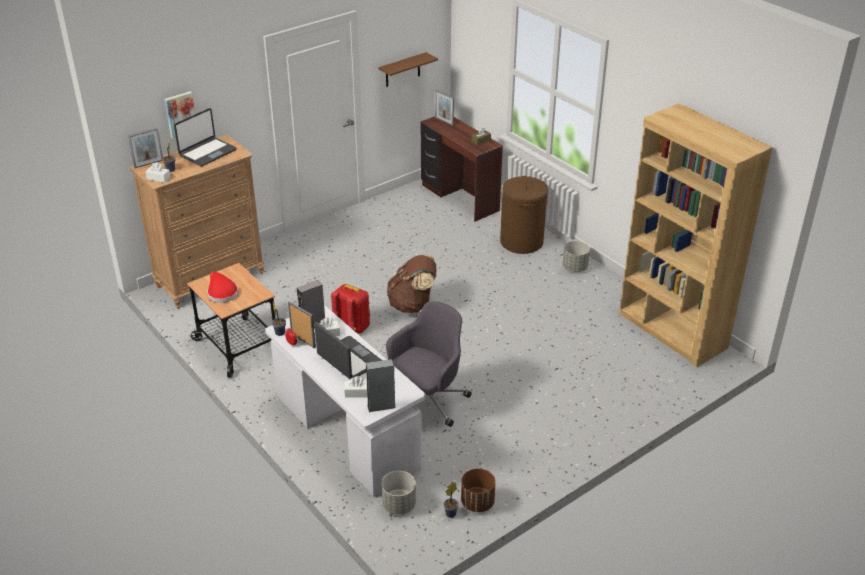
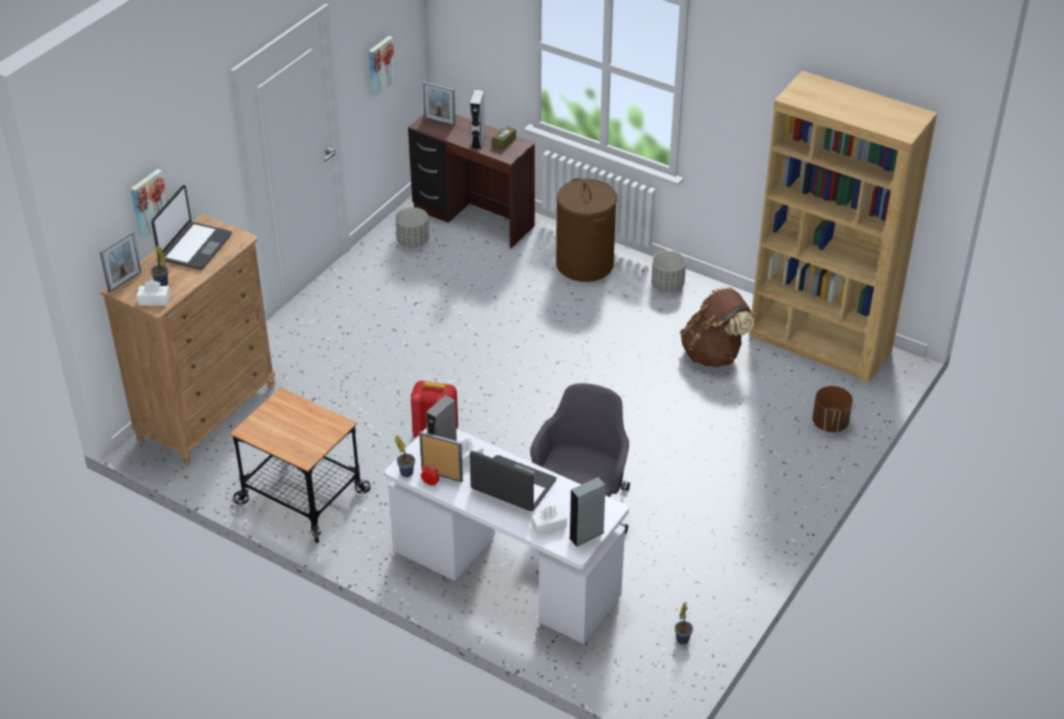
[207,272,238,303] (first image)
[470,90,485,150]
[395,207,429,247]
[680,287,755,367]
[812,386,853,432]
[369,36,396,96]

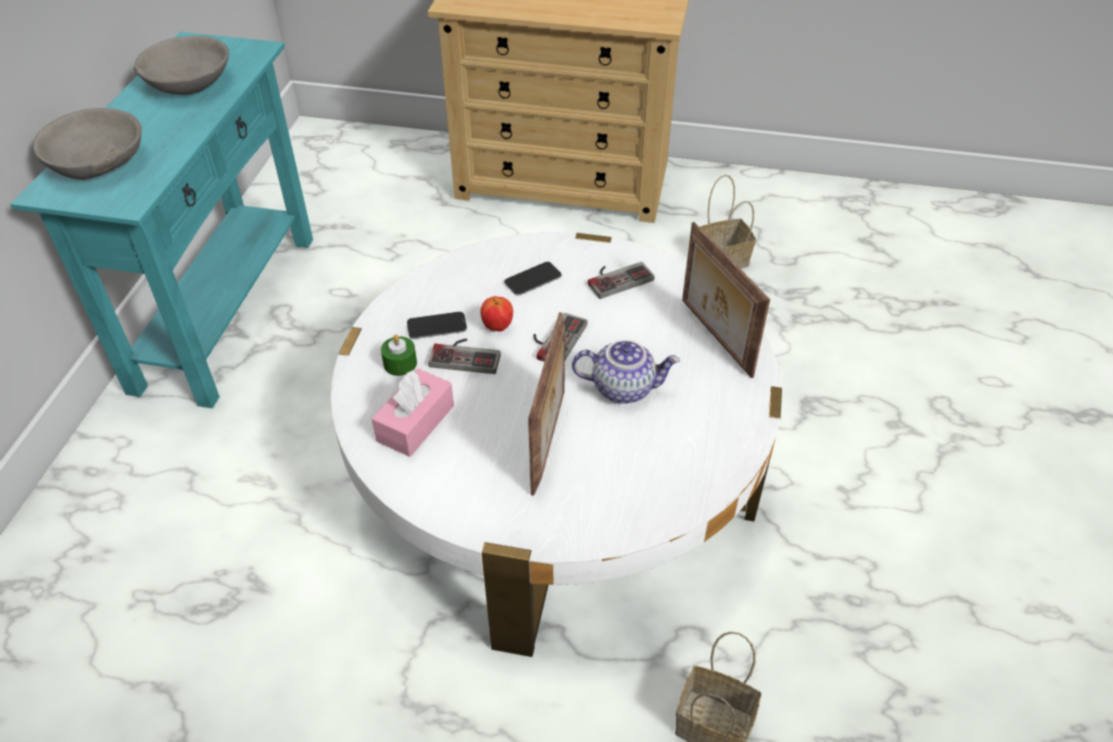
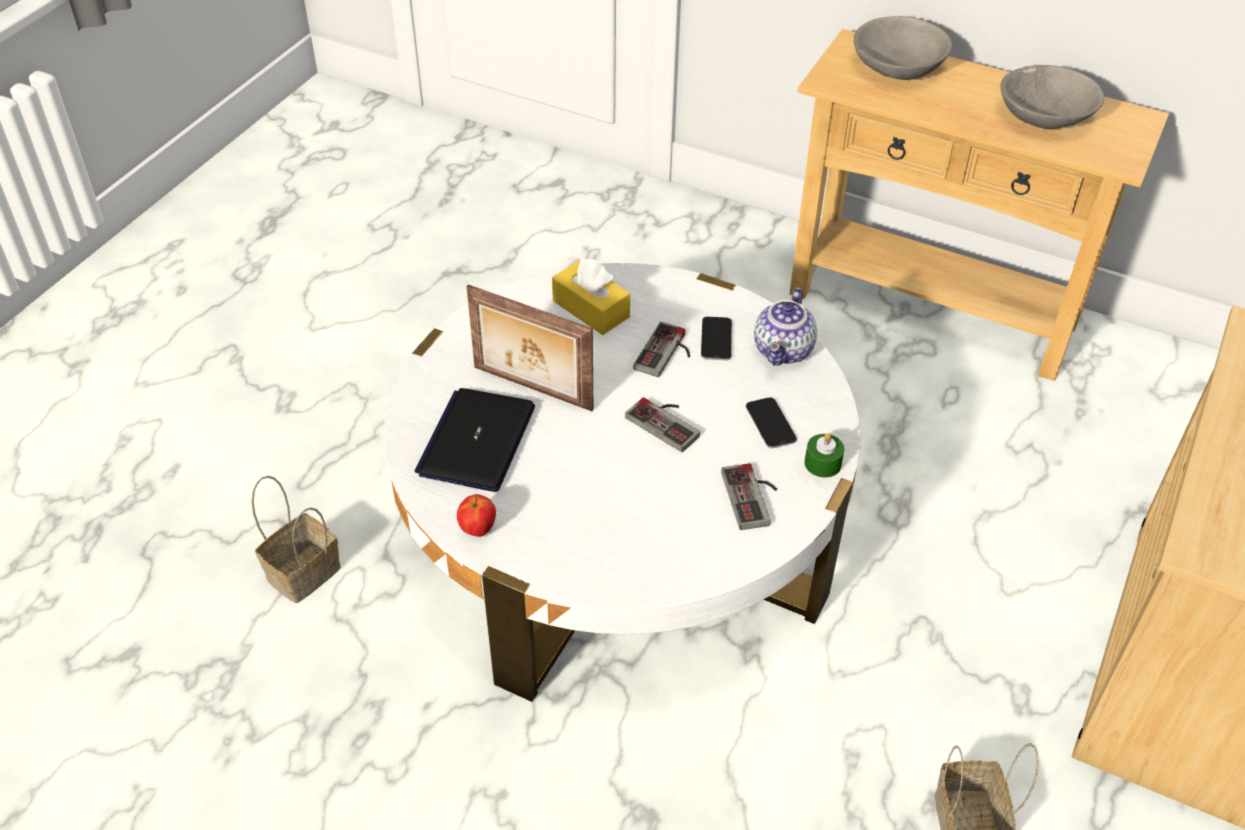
[682,222,770,378] (first image)
[415,388,535,492]
[805,433,844,478]
[457,494,496,537]
[754,287,817,366]
[789,29,1169,381]
[552,258,630,335]

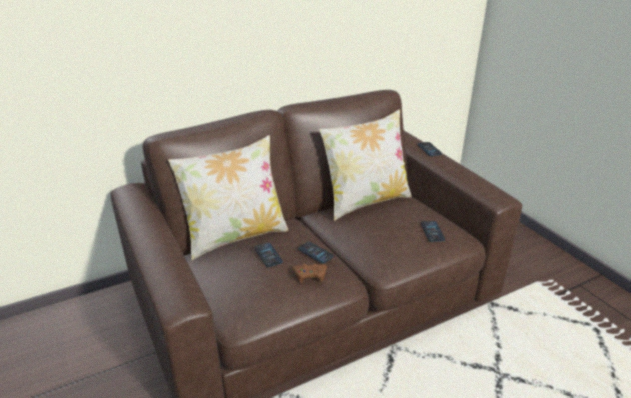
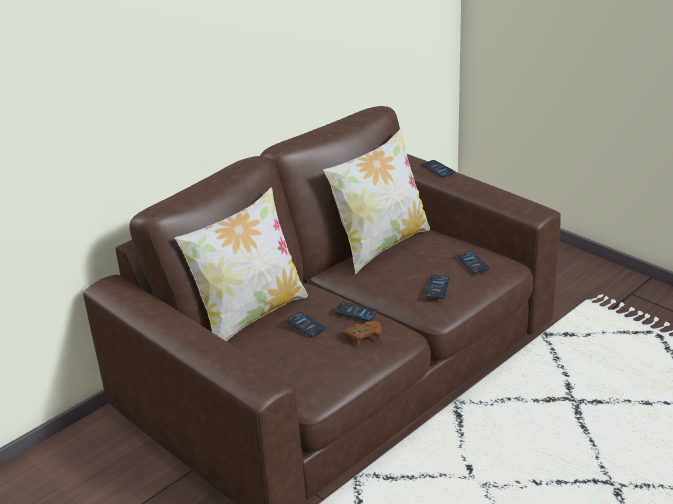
[425,275,449,299]

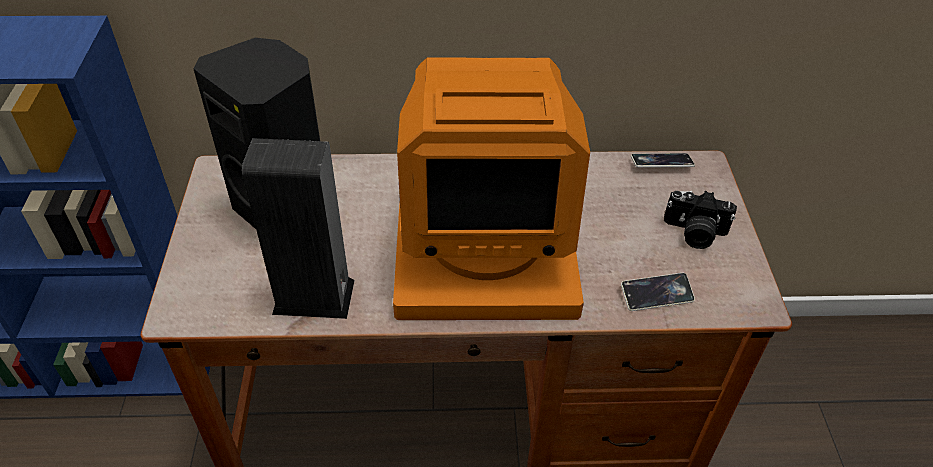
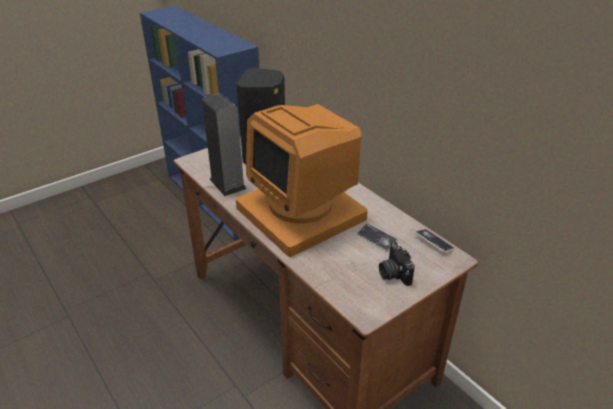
[357,223,397,251]

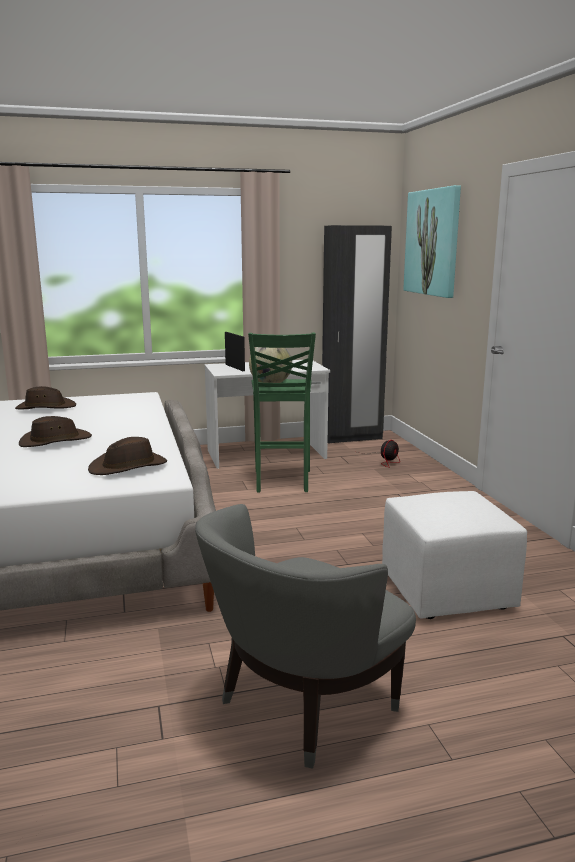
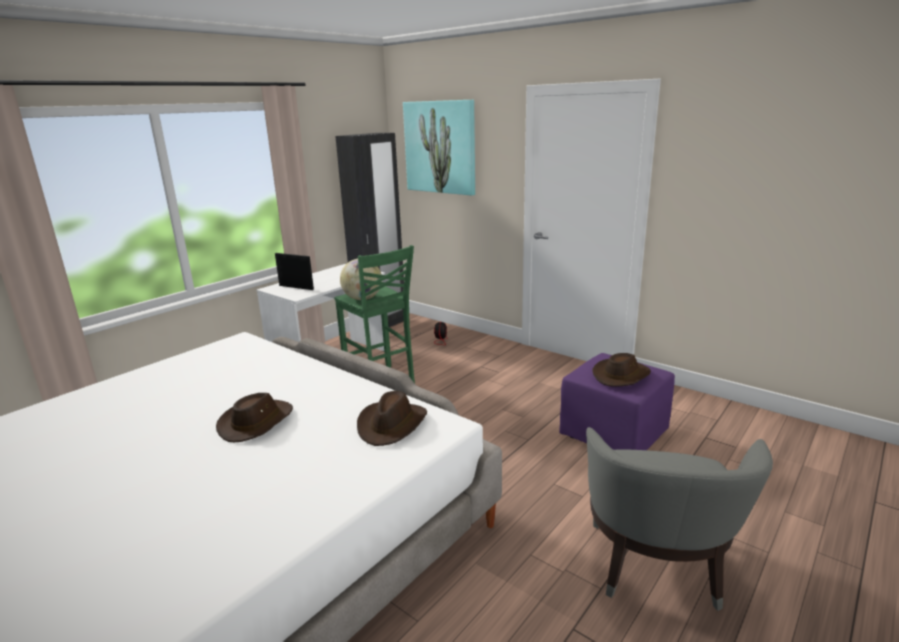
[592,353,651,387]
[559,353,675,450]

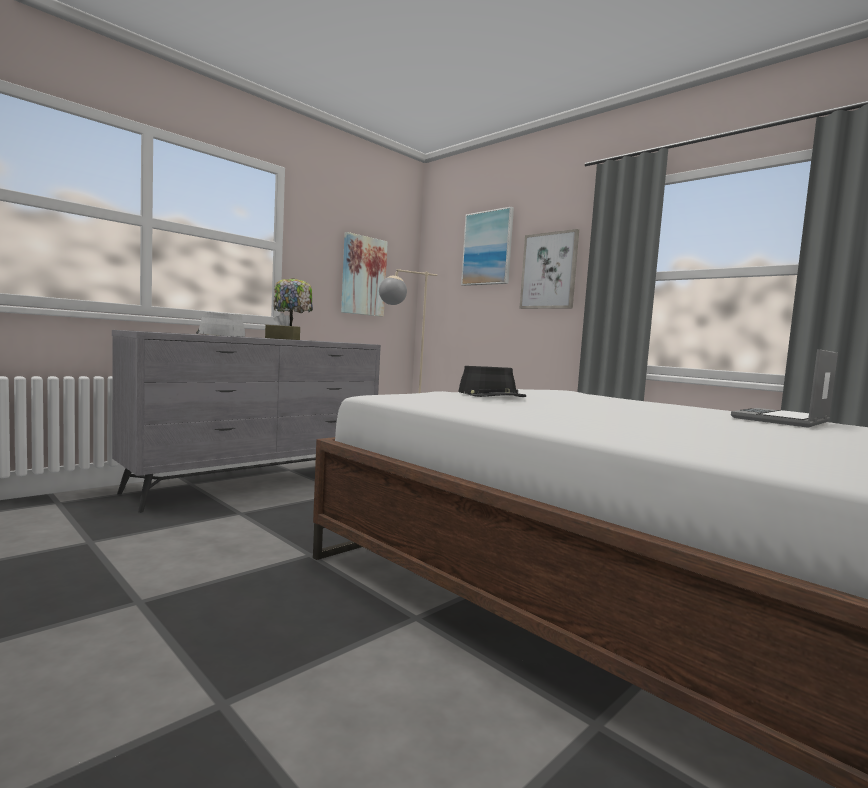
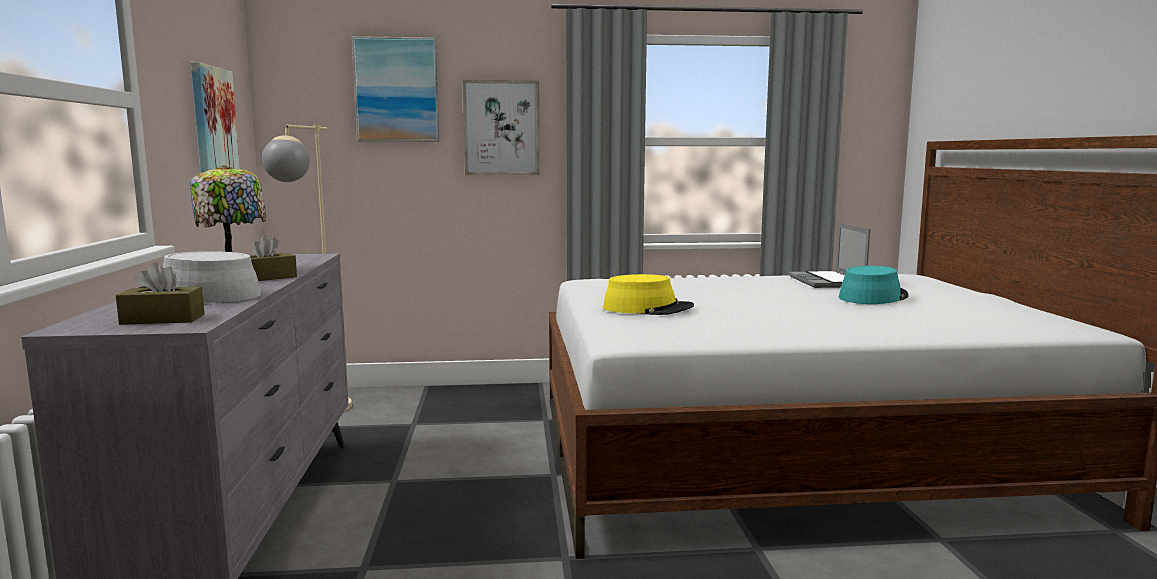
[116,262,205,325]
[839,266,909,304]
[603,274,694,315]

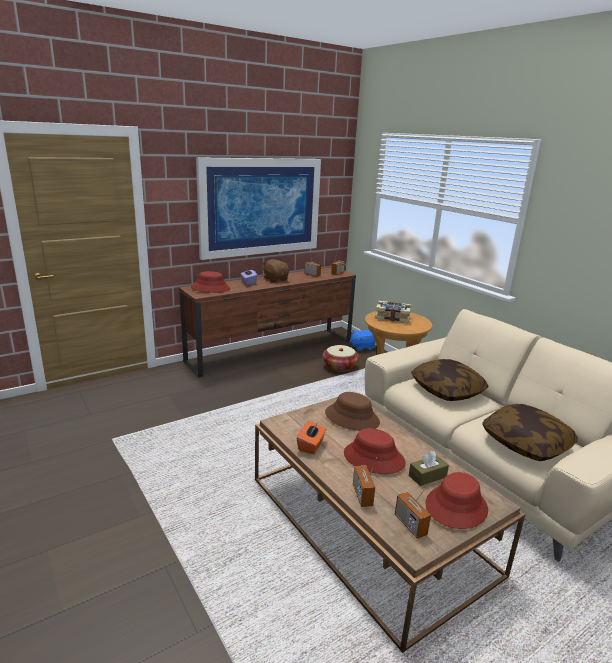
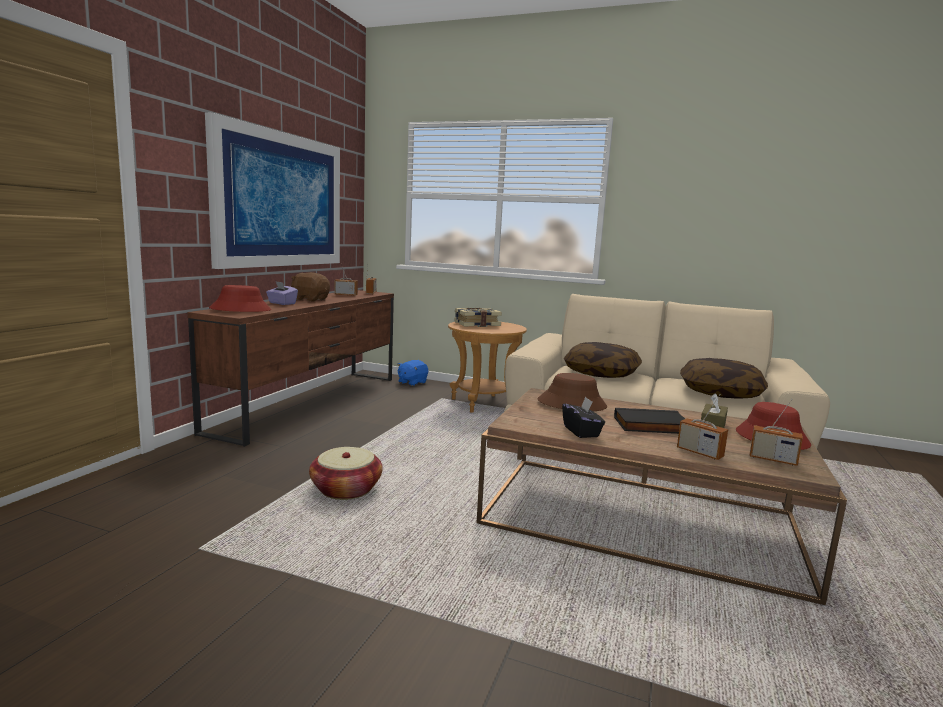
[309,447,383,500]
[614,408,685,434]
[562,396,605,438]

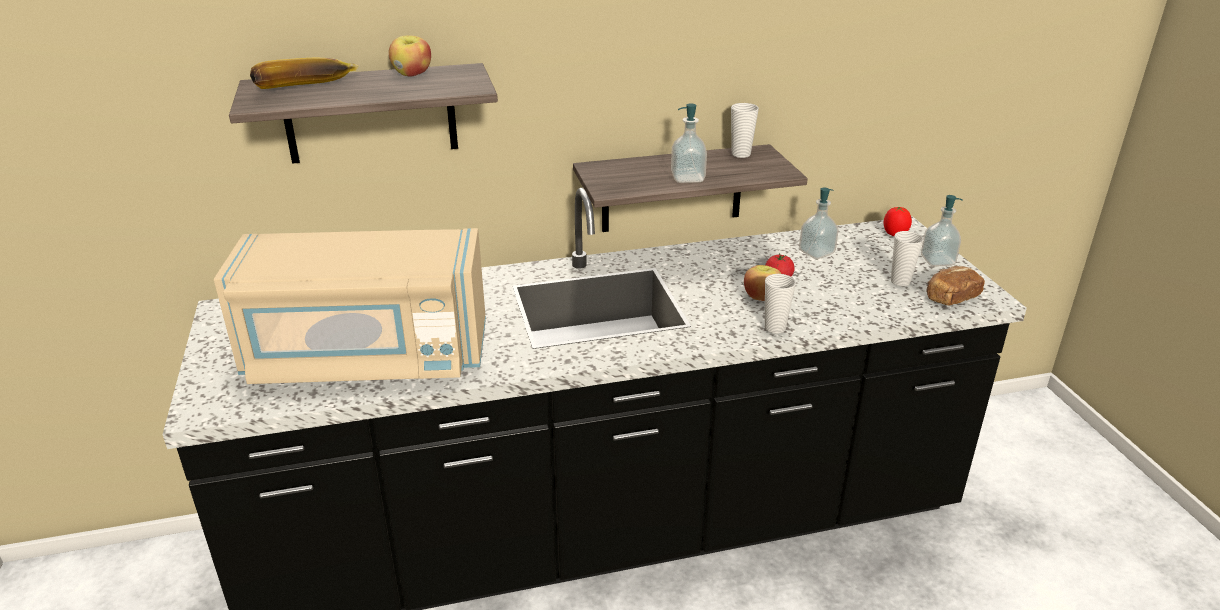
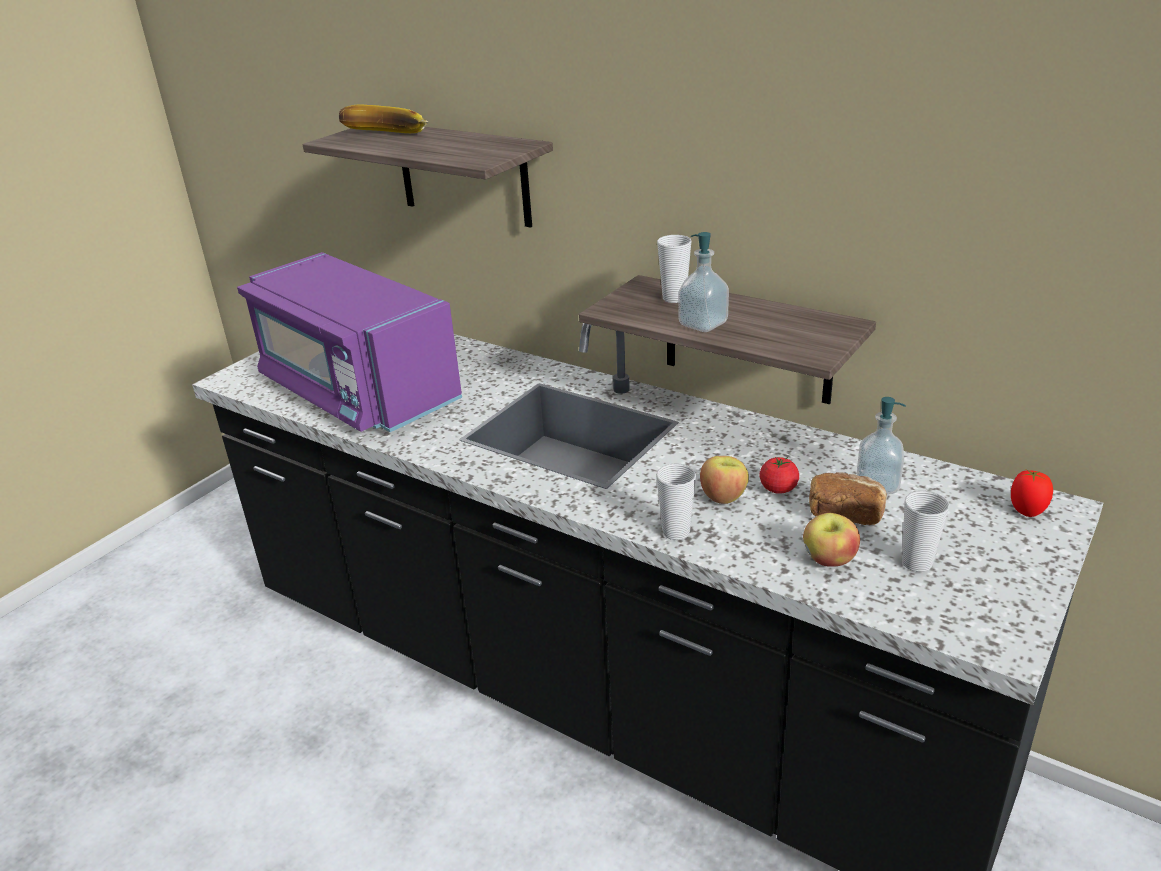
[921,195,963,266] (first image)
[803,513,860,567]
[657,235,691,303]
[809,472,887,525]
[237,252,462,432]

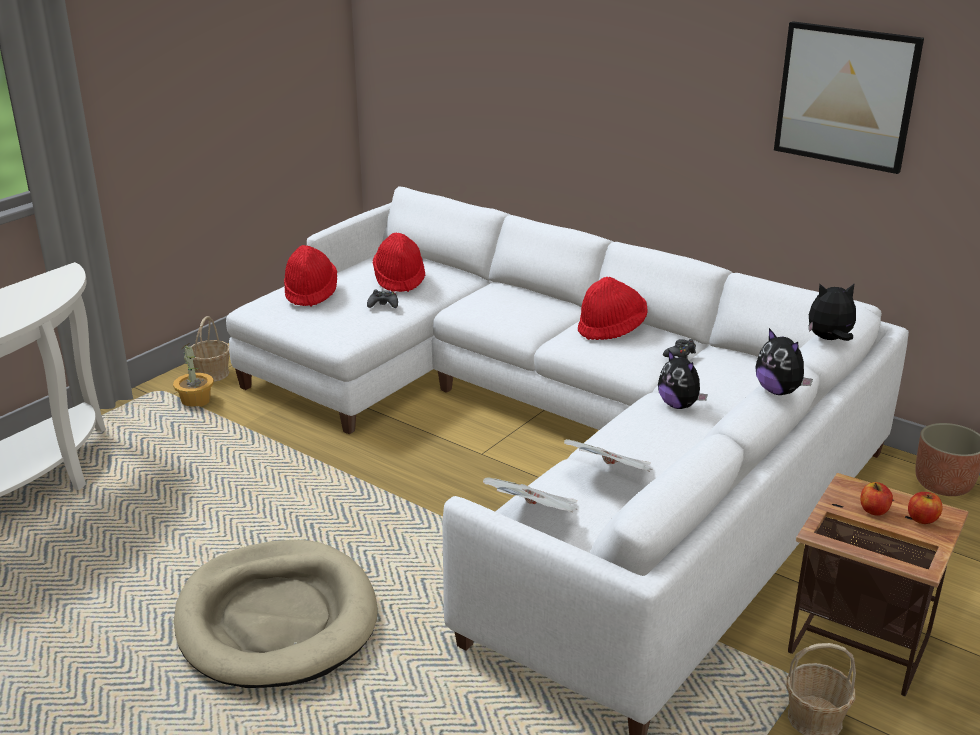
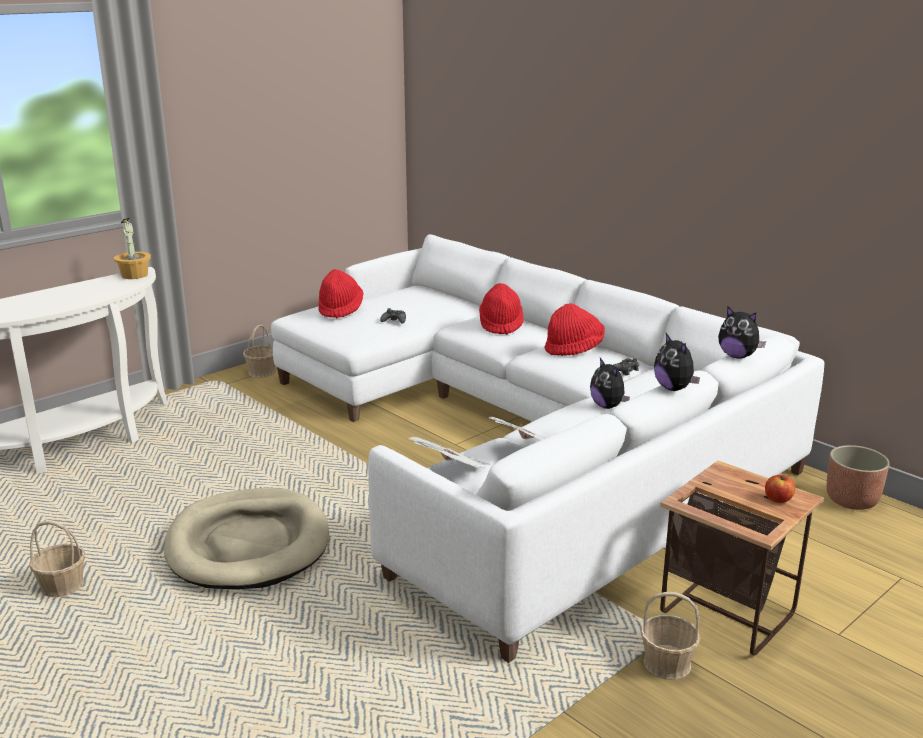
[774,21,924,174] (first image)
[860,482,893,516] (first image)
[30,521,85,597]
[114,218,151,279]
[479,283,524,335]
[718,306,766,359]

